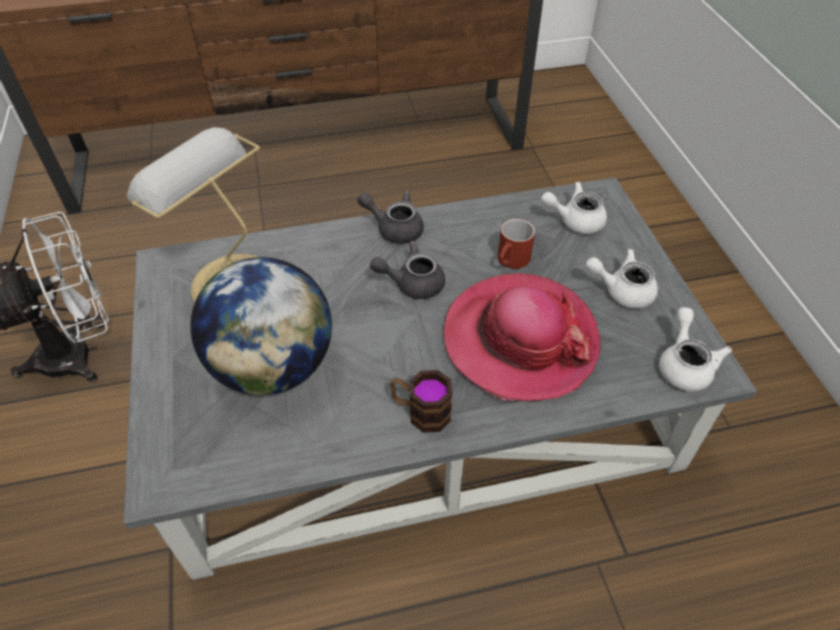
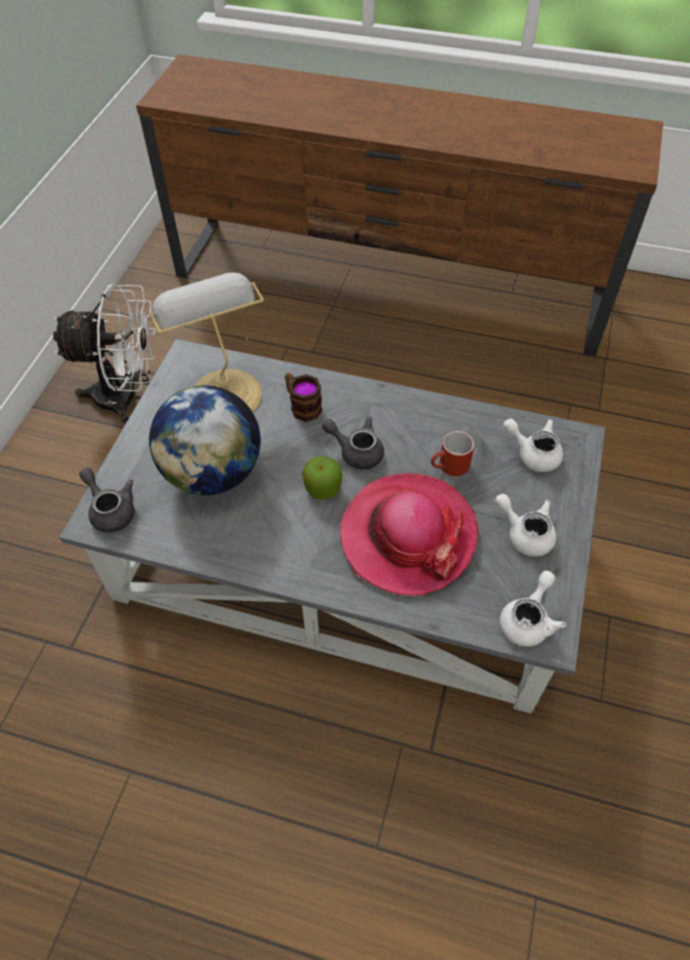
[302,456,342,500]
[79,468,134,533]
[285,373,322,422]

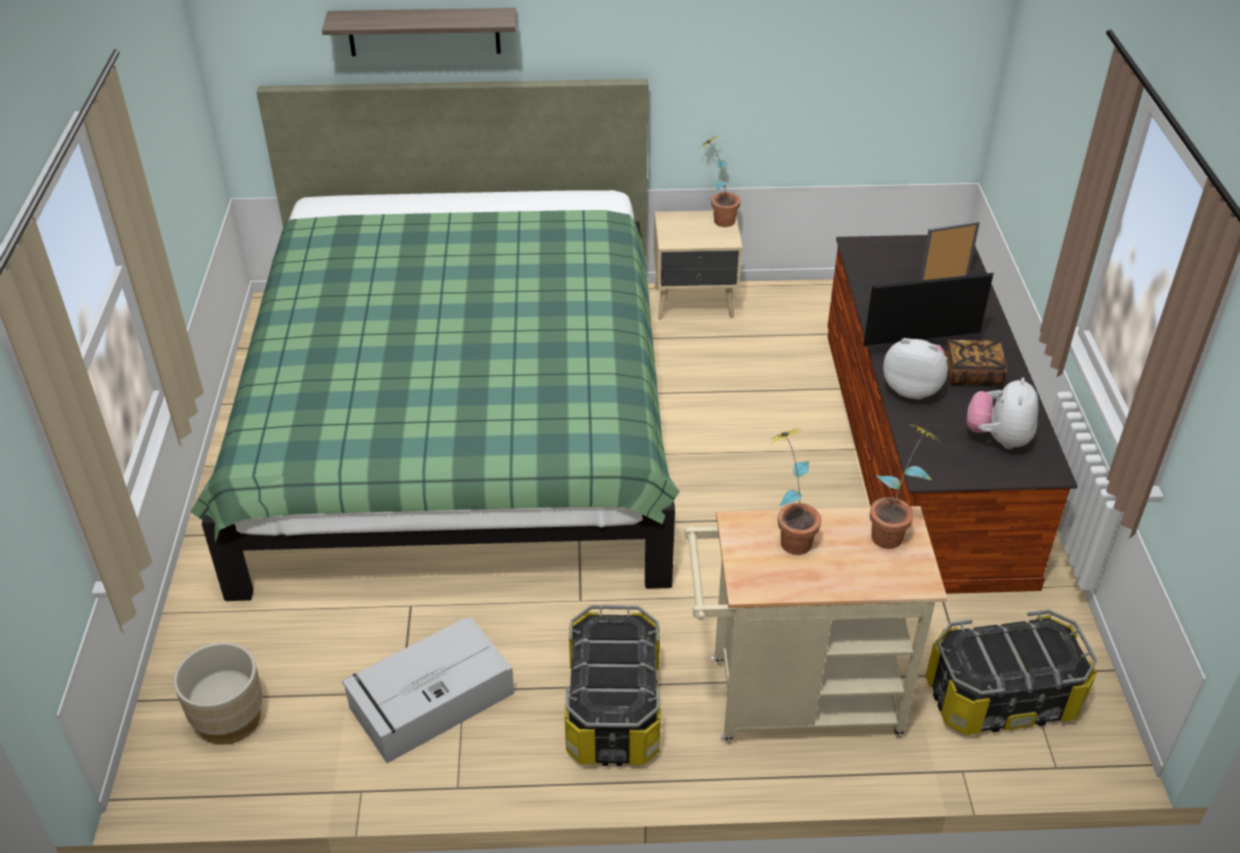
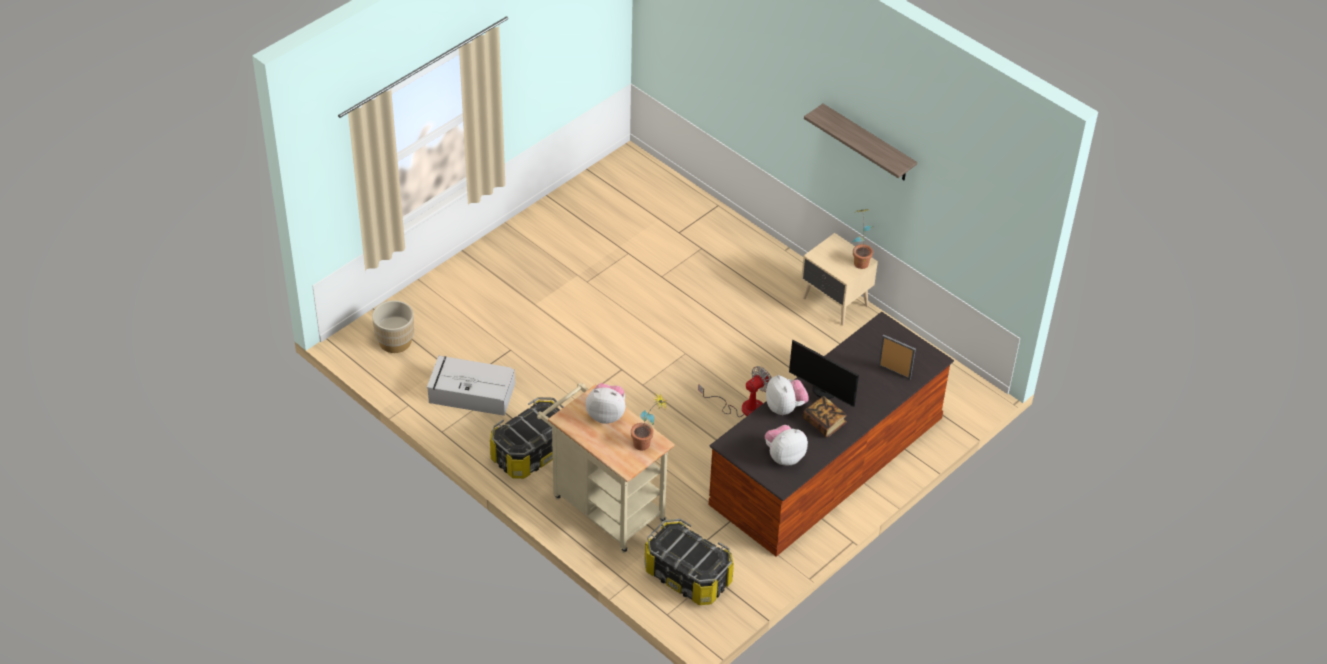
[190,79,680,601] (first image)
[698,366,772,417]
[804,104,917,180]
[586,383,626,424]

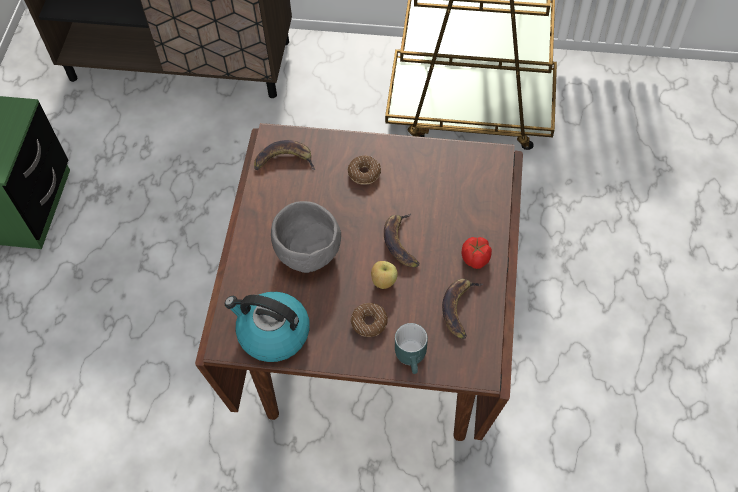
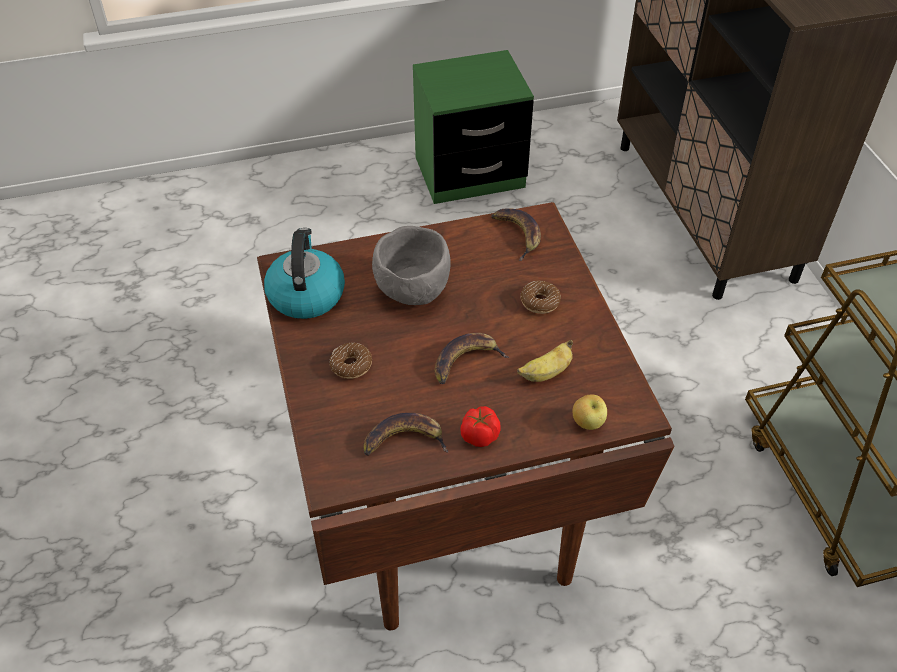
[395,323,428,374] (first image)
[517,340,573,382]
[573,395,607,430]

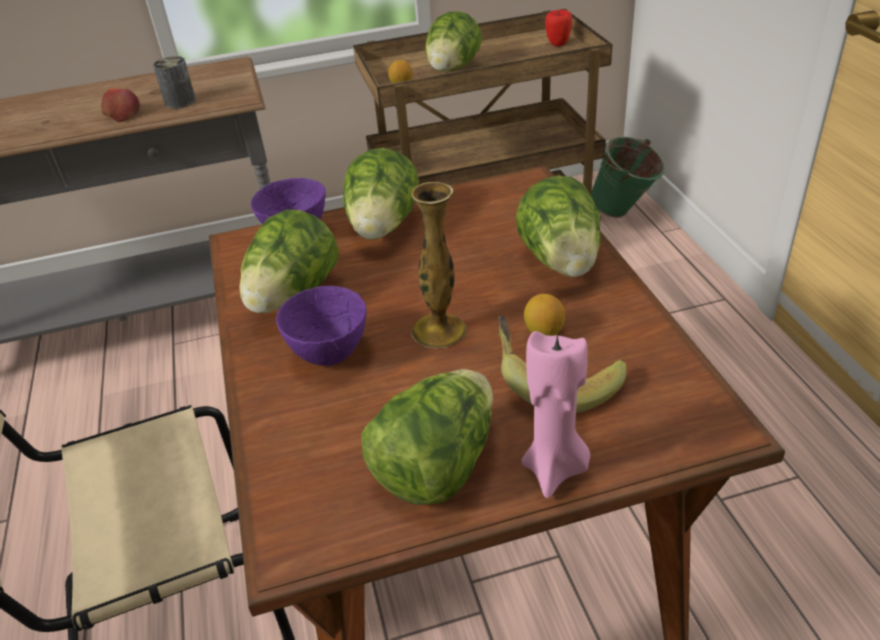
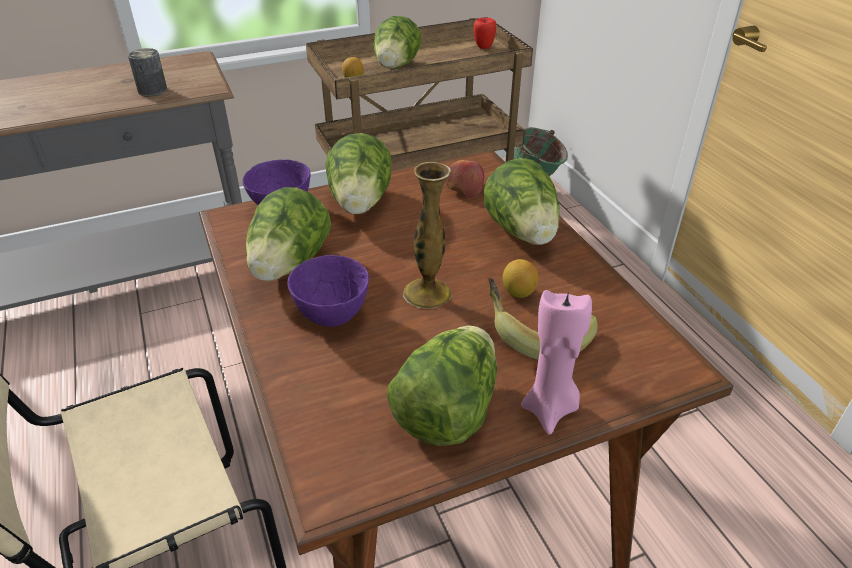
[445,160,484,198]

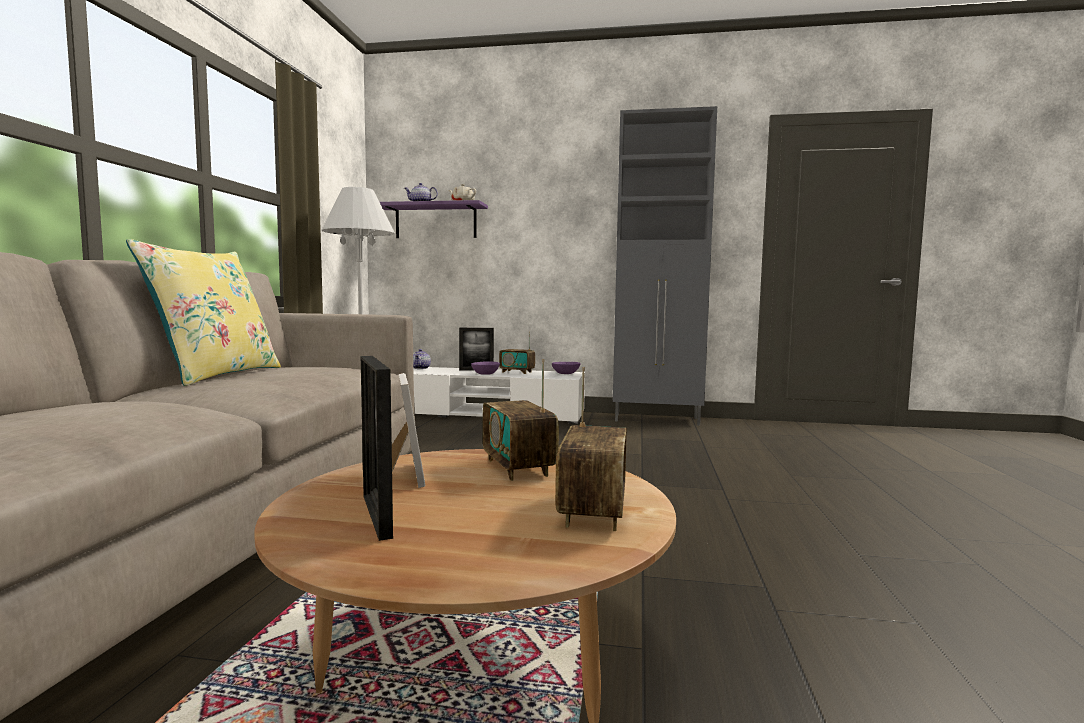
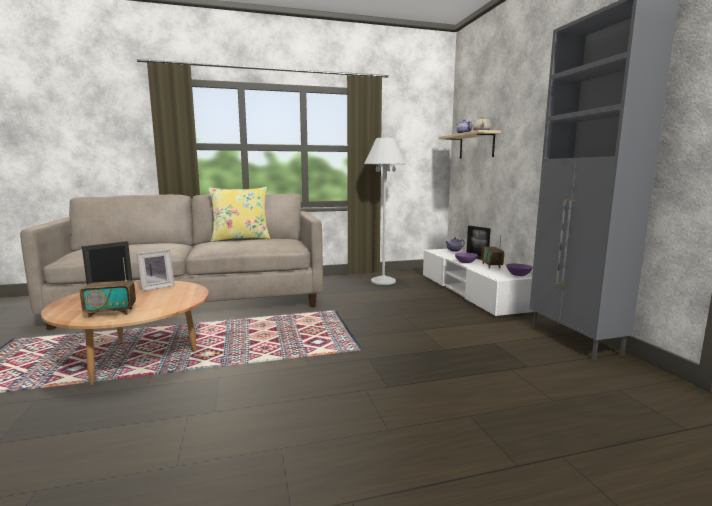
[483,359,559,481] (first image)
[438,130,501,159]

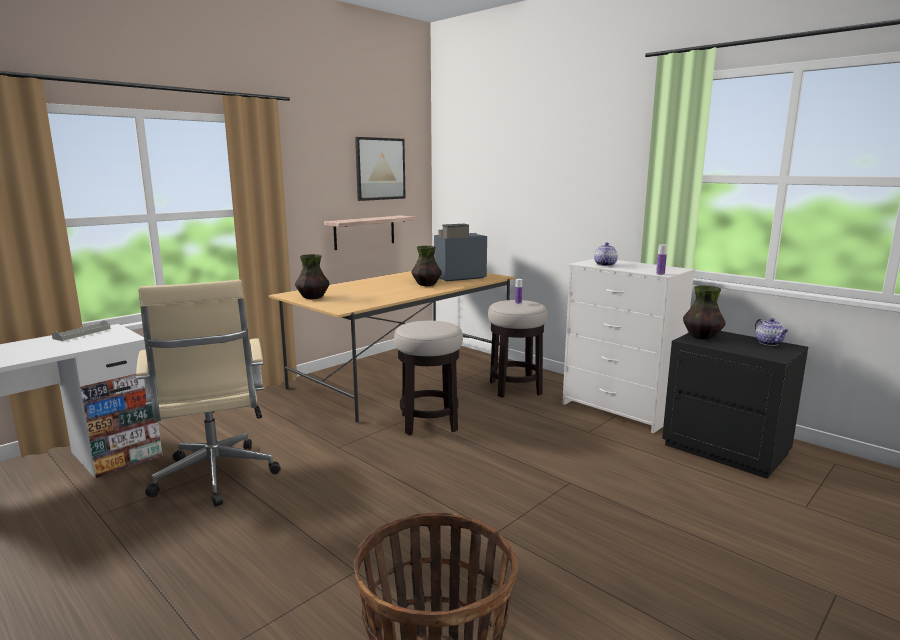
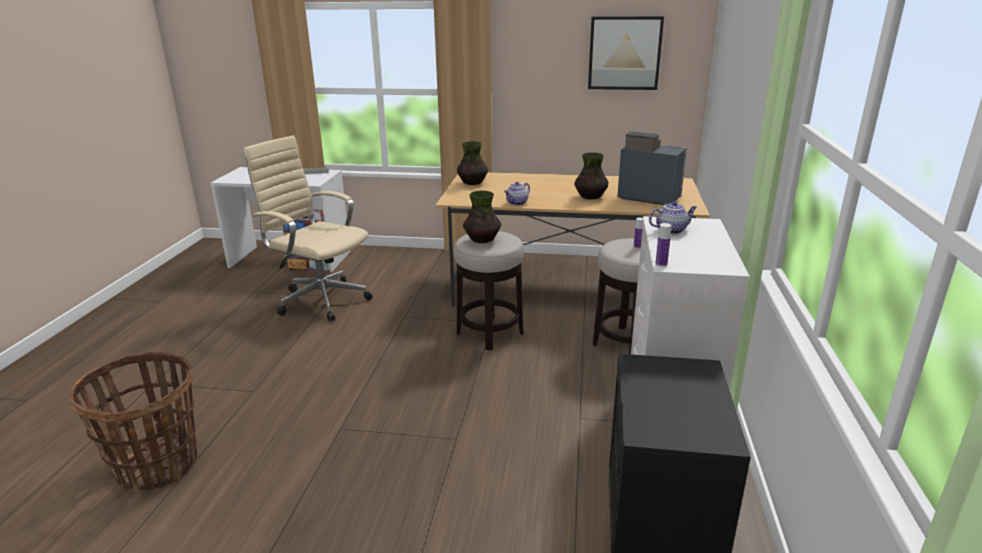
[324,215,416,250] (first image)
[463,190,501,243]
[504,182,530,205]
[243,135,372,322]

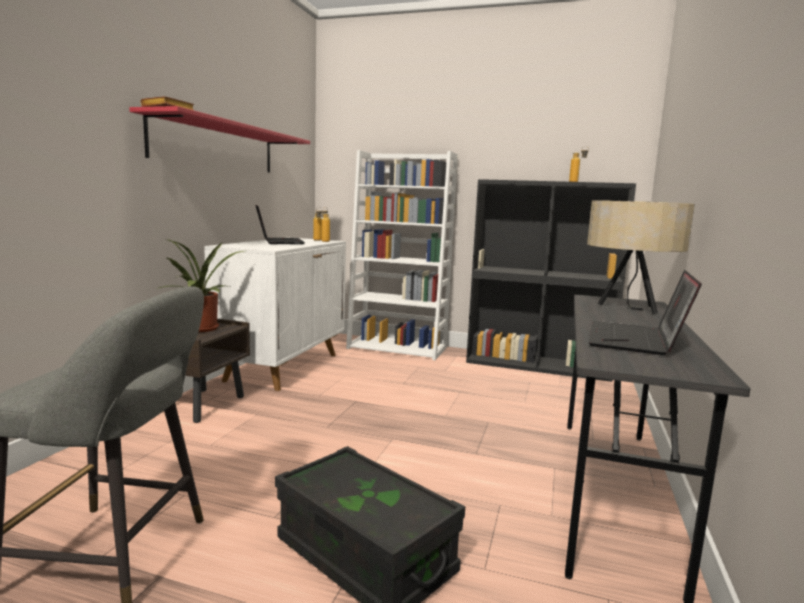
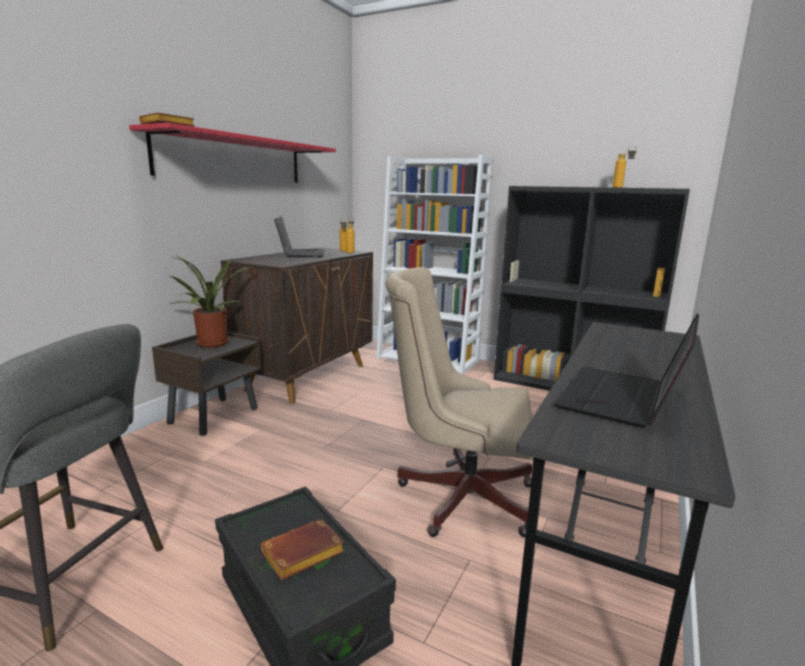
[587,200,695,314] (first image)
[261,519,345,580]
[385,267,534,537]
[221,247,373,404]

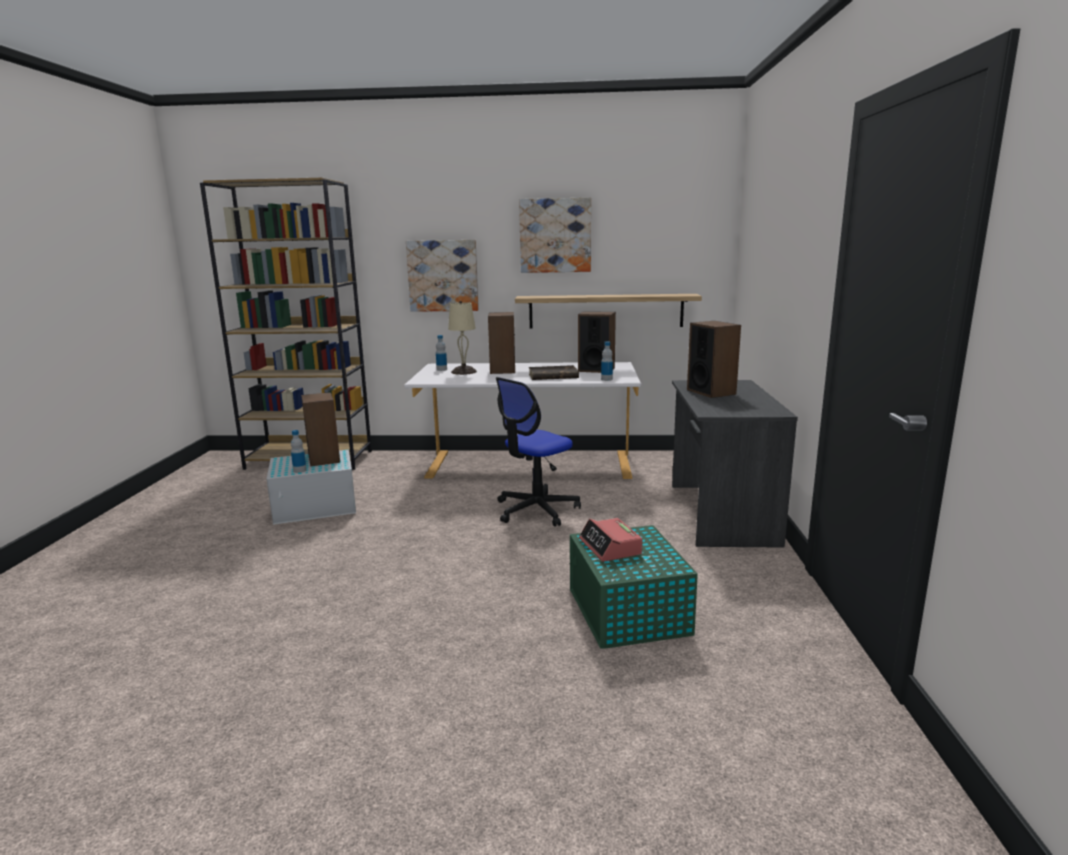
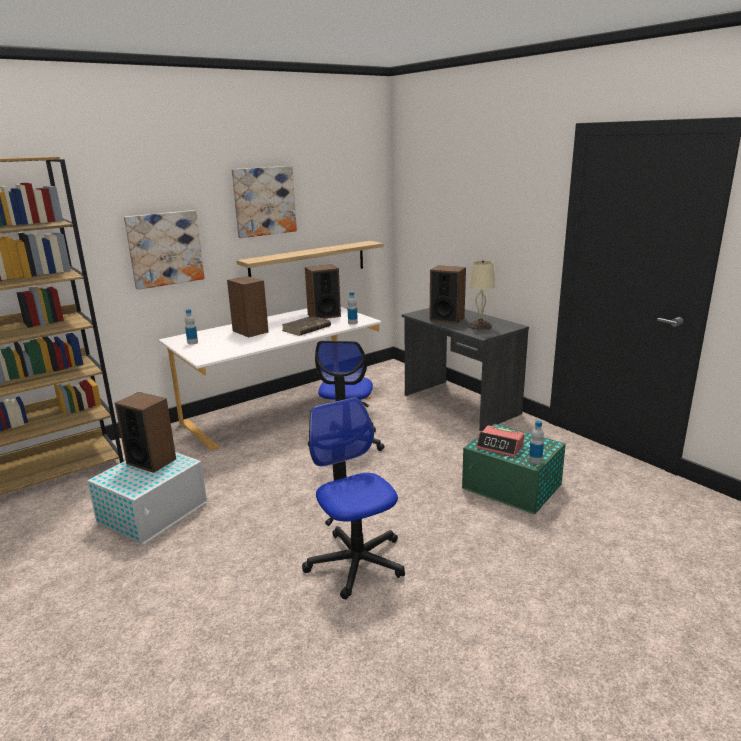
[302,398,405,599]
[529,421,544,464]
[468,260,495,330]

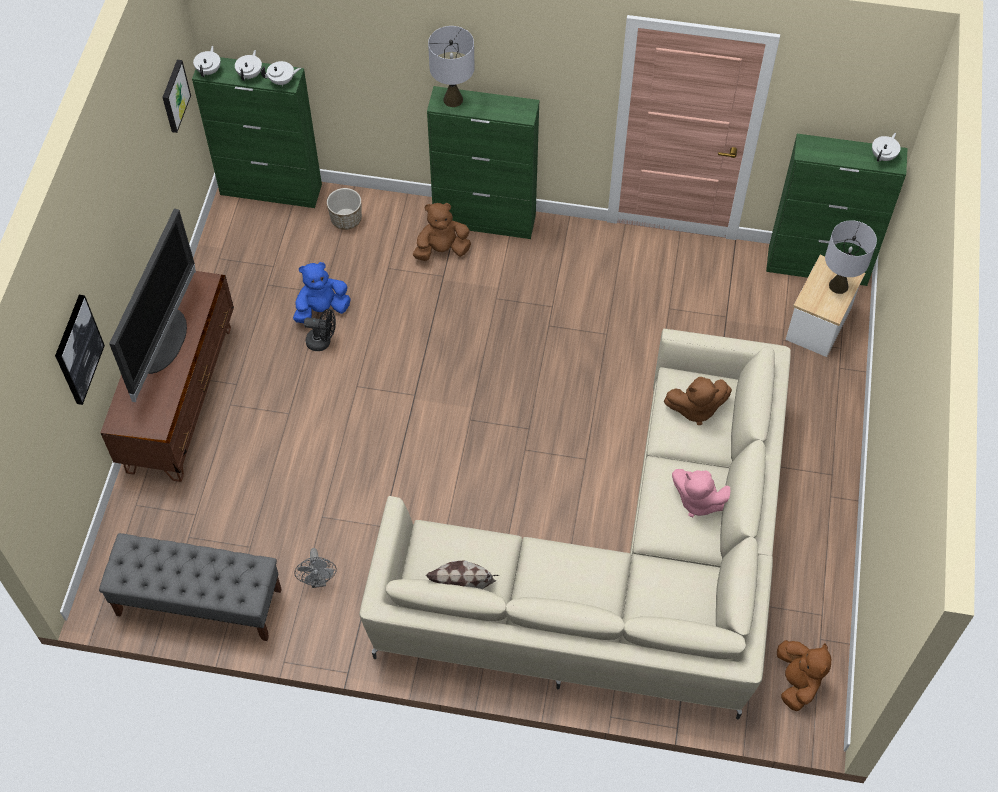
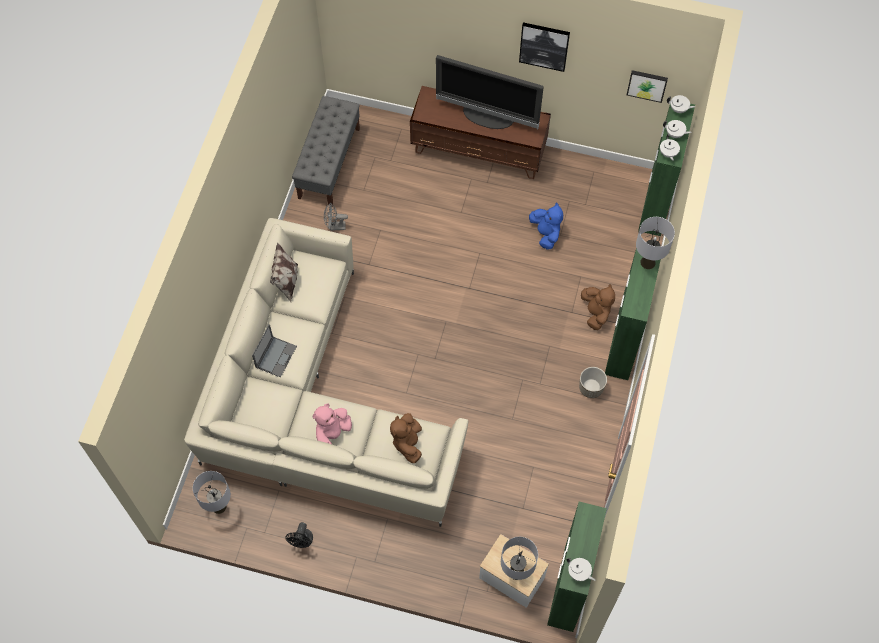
[252,324,297,377]
[519,22,570,72]
[285,522,313,548]
[579,367,607,398]
[193,471,231,514]

